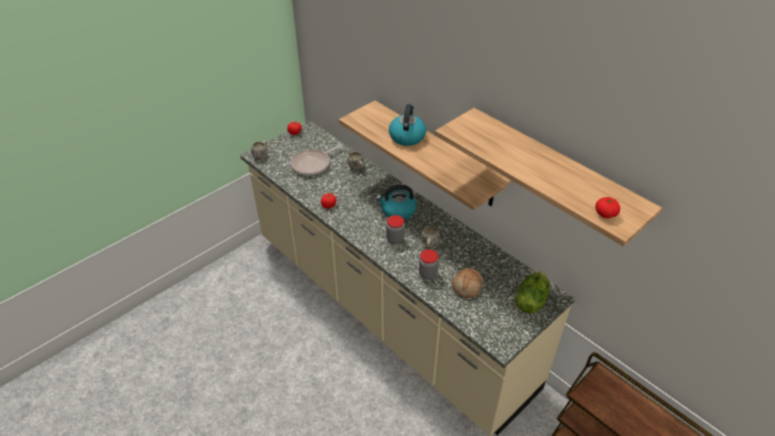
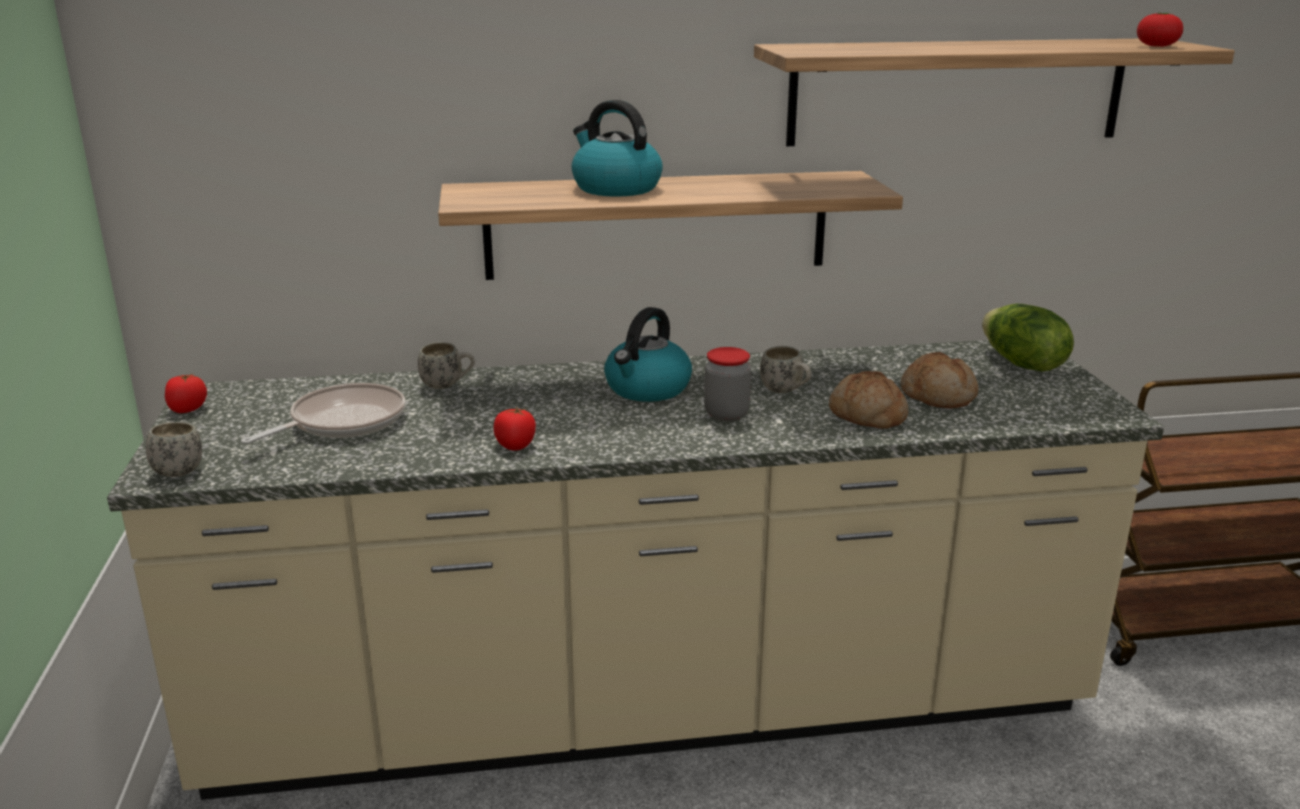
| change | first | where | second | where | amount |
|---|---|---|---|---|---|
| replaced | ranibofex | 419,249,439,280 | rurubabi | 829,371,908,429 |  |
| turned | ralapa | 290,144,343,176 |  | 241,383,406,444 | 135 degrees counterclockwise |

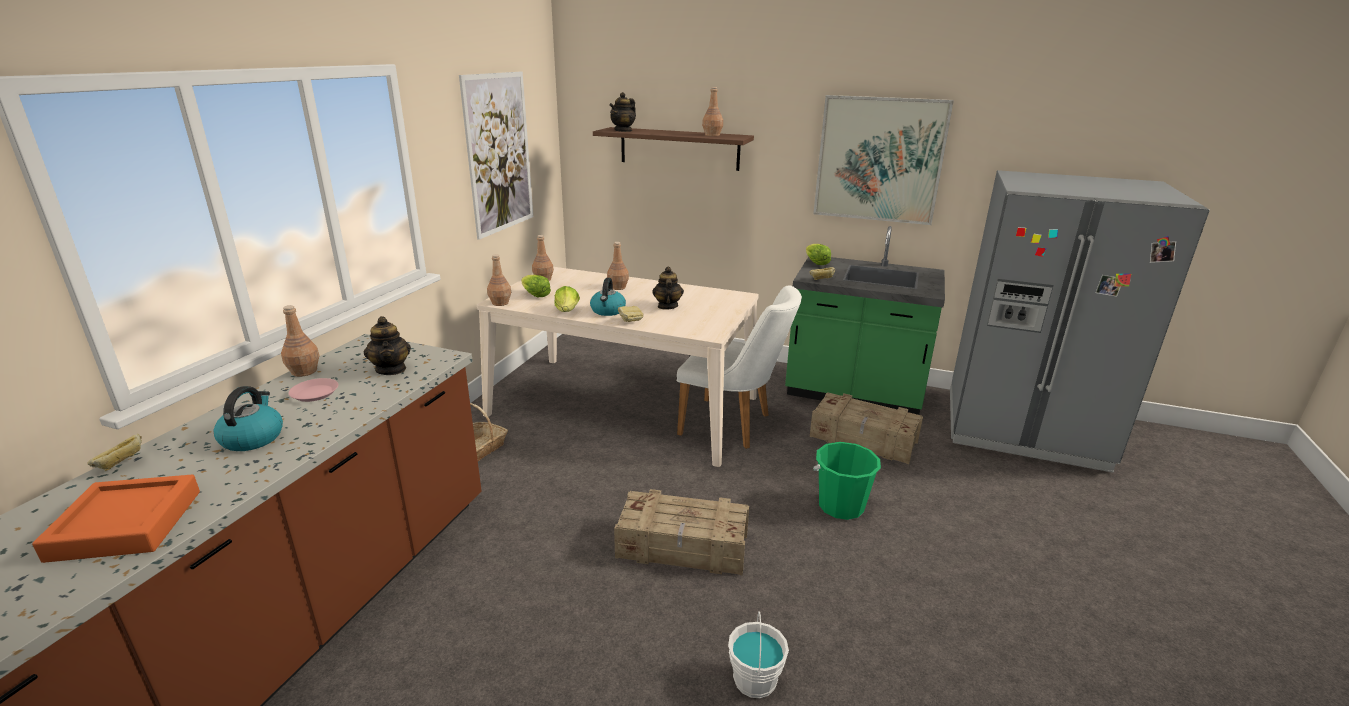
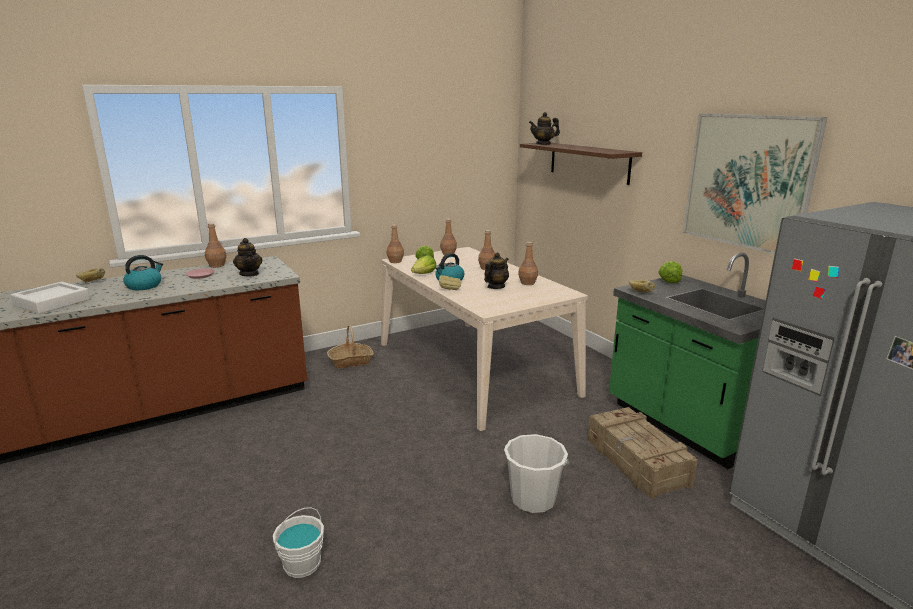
| change | first | where | second | where | amount |
|---|---|---|---|---|---|
| removed | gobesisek | 459,72,533,240 |  |  |  |
| removed | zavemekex | 614,489,749,576 |  |  |  |
| removed | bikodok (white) | 676,285,802,449 |  |  |  |
| moved | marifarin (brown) | 702,87,723,136 |  | 518,242,538,285 |  |
| recoloured | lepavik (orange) | 32,475,200,563 | lepavik (white) | 10,282,90,314 |  |
| recoloured | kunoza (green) | 813,442,881,520 | kunoza (white) | 504,434,569,513 |  |
| turned | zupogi | 364,316,411,375 |  | 233,238,262,276 | 45 degrees counterclockwise |

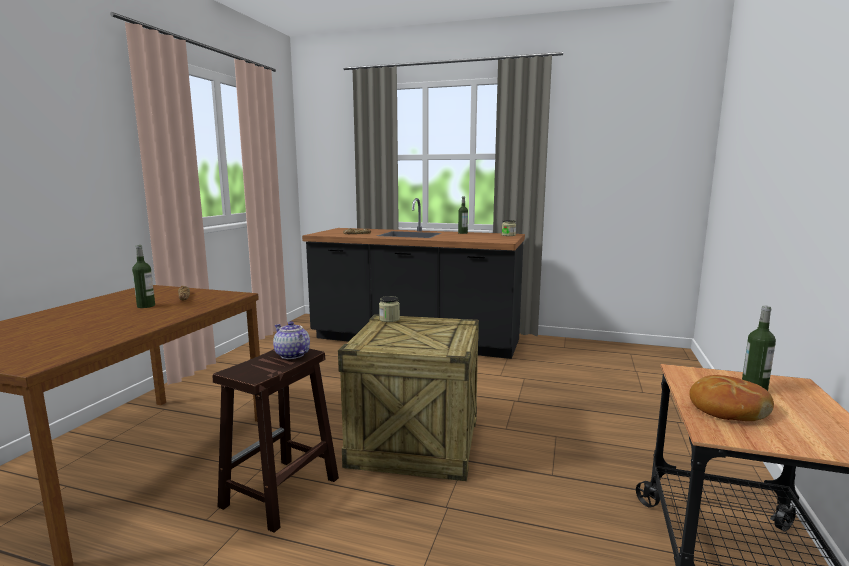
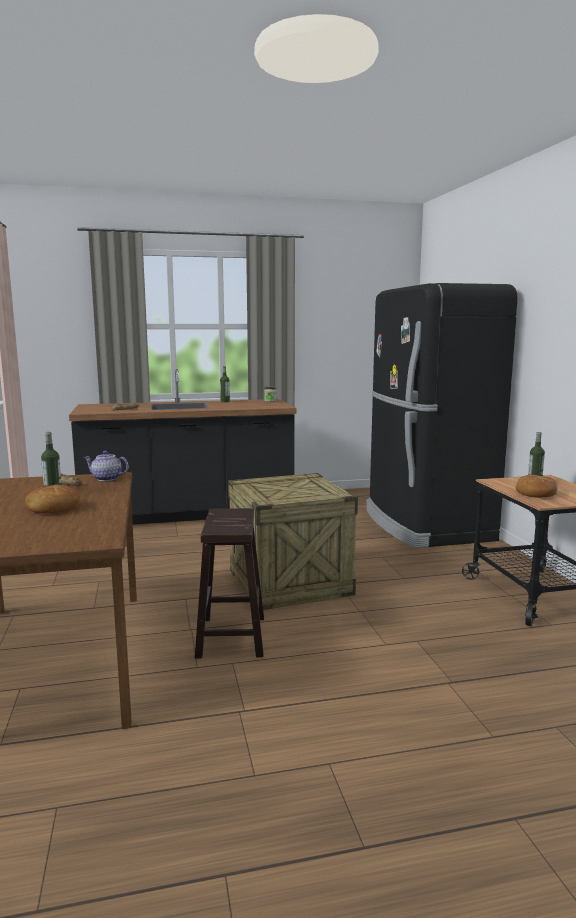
| change | first | where | second | where | amount |
|---|---|---|---|---|---|
| removed | ranibofex | 379,296,400,322 |  |  |  |
| added |  |  | rurubabi | 25,485,80,514 |  |
| added |  |  | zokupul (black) | 366,283,518,548 |  |
| moved | zupogi | 273,321,310,359 |  | 84,451,129,481 |  |

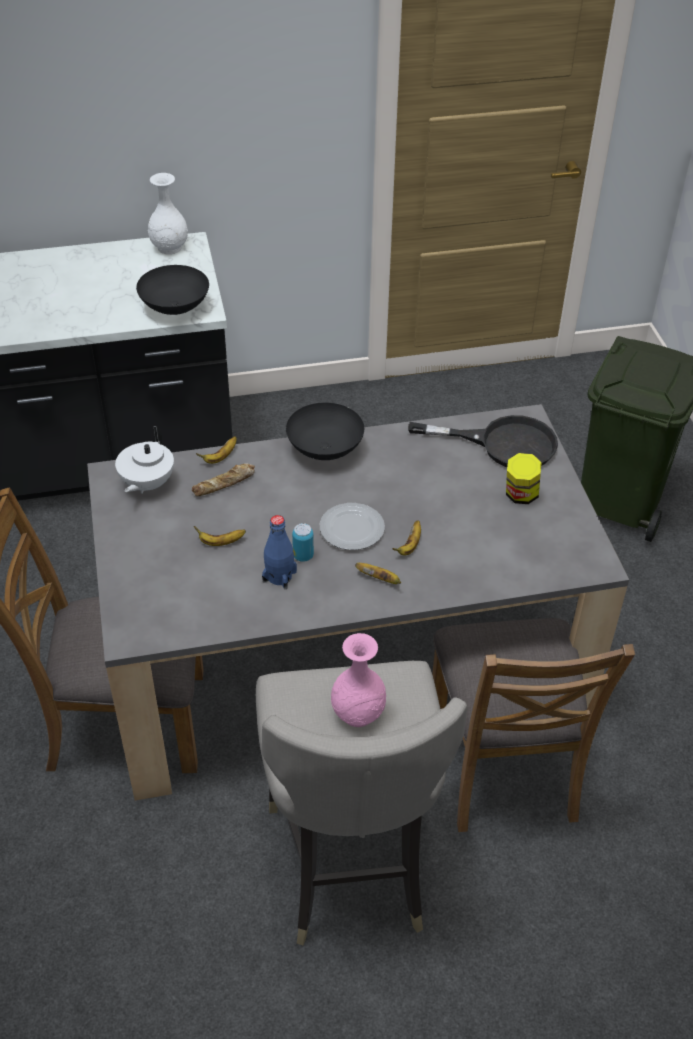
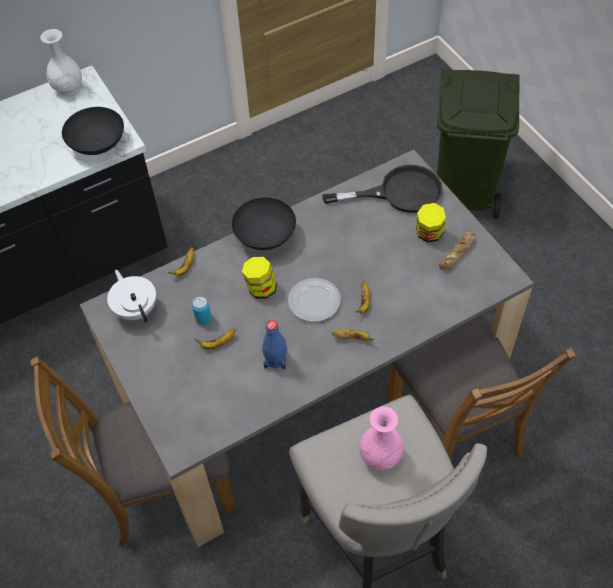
| change | first | where | second | where | amount |
|---|---|---|---|---|---|
| added |  |  | ranibofex | 242,257,277,299 |  |
| moved | rurubabi | 192,463,255,496 |  | 439,232,476,271 |  |
| moved | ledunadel | 292,523,314,562 |  | 192,297,212,325 |  |
| turned | zupogi (white) | 115,426,174,494 |  | 107,270,156,323 | 150 degrees clockwise |

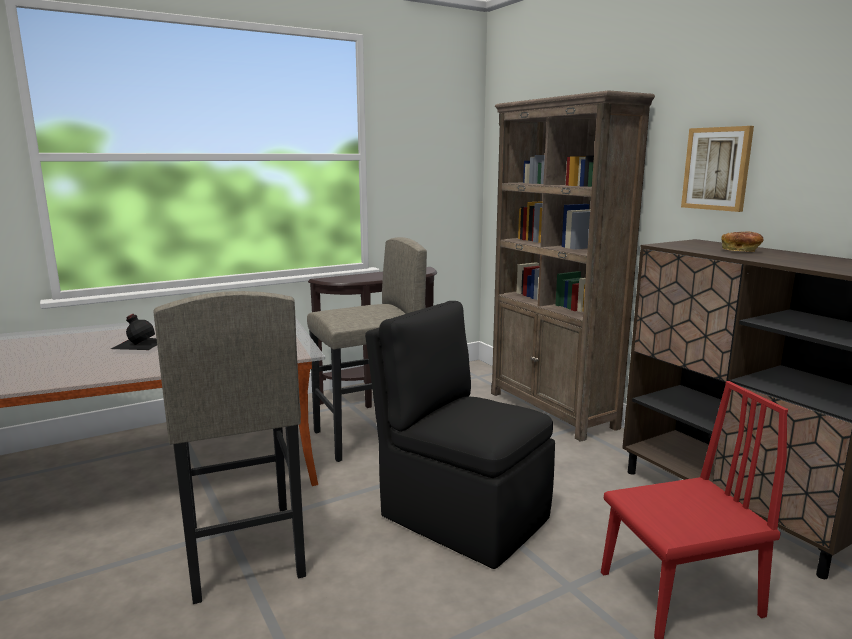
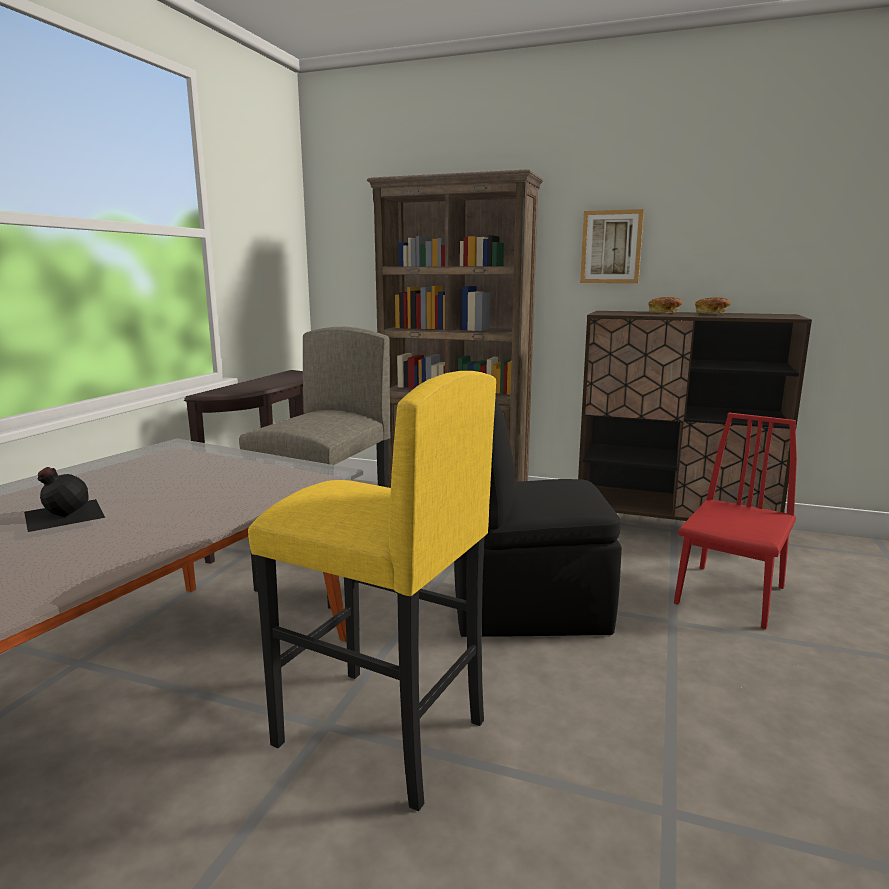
| change | first | where | second | where | amount |
|---|---|---|---|---|---|
| added |  |  | rurubabi | 695,297,730,314 |  |
| recoloured | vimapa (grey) | 154,291,306,604 | vimapa (yellow) | 248,371,496,811 |  |

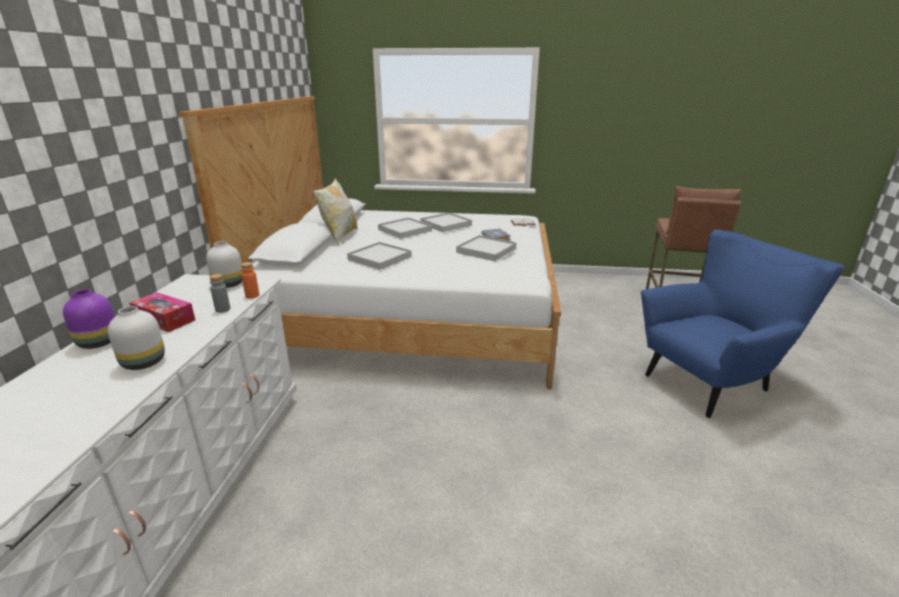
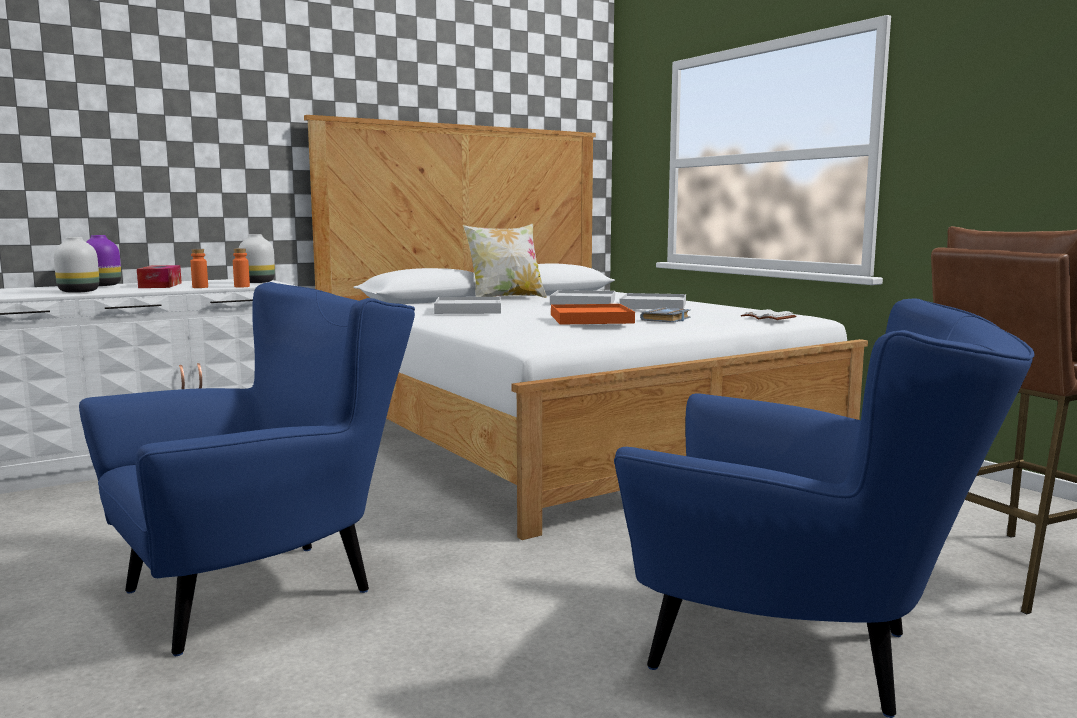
| change | first | where | second | where | amount |
|---|---|---|---|---|---|
| added |  |  | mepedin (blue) | 79,282,415,656 |  |
| recoloured | marifarin (grey) | 209,274,230,313 | marifarin (orange) | 191,249,208,288 |  |
| recoloured | lepavik (white) | 456,235,517,261 | lepavik (orange) | 551,304,635,325 |  |

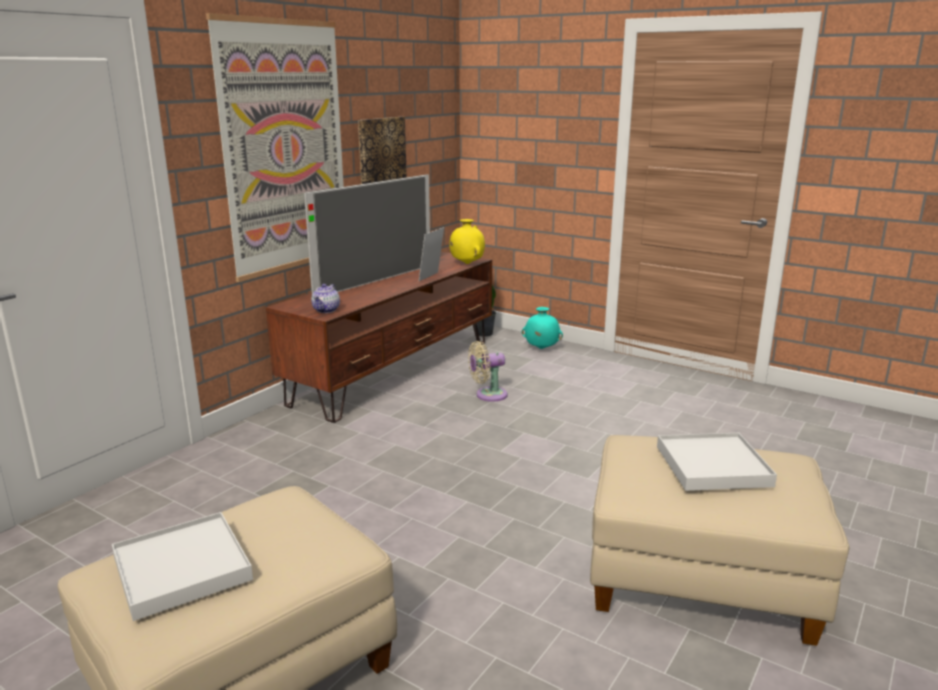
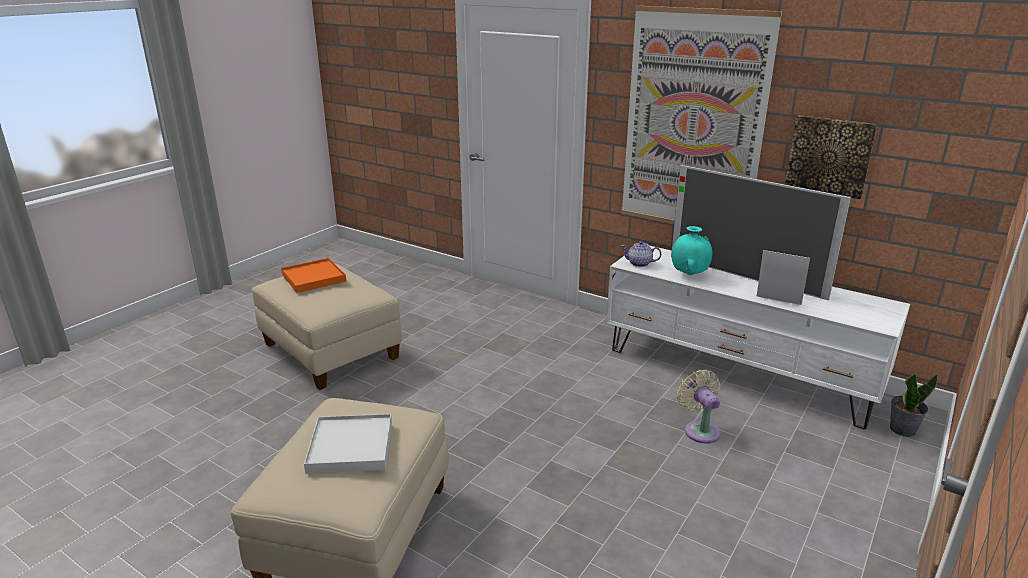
| change | first | where | second | where | amount |
|---|---|---|---|---|---|
| removed | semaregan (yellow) | 449,219,485,264 |  |  |  |
| moved | semaregan (turquoise) | 522,307,563,349 |  | 671,226,712,275 |  |
| recoloured | lepavik (white) | 112,512,253,621 | lepavik (orange) | 281,258,346,293 |  |
| recoloured | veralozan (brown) | 266,252,492,423 | veralozan (white) | 606,246,910,430 |  |

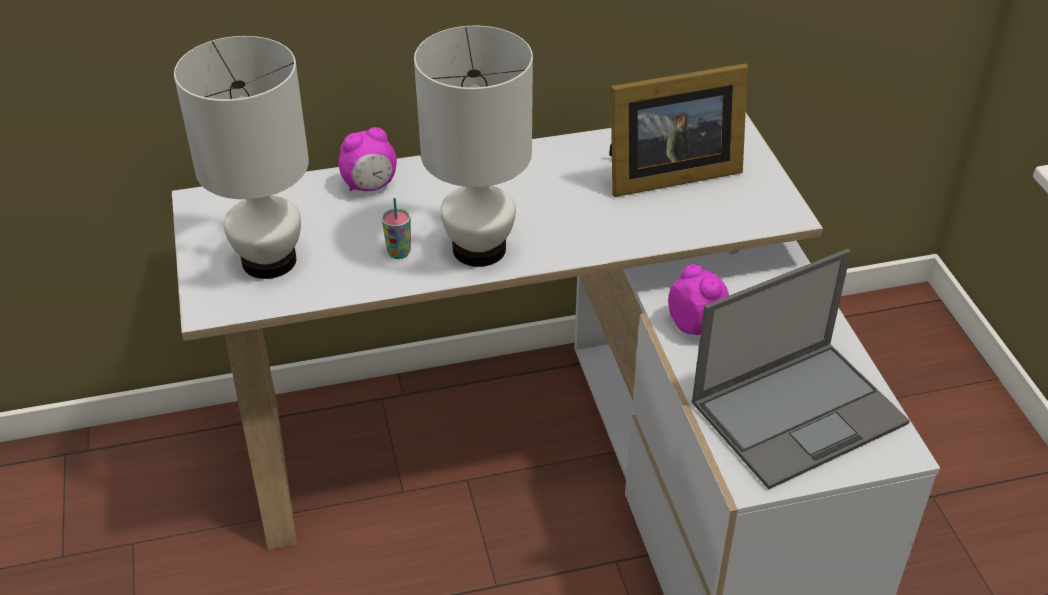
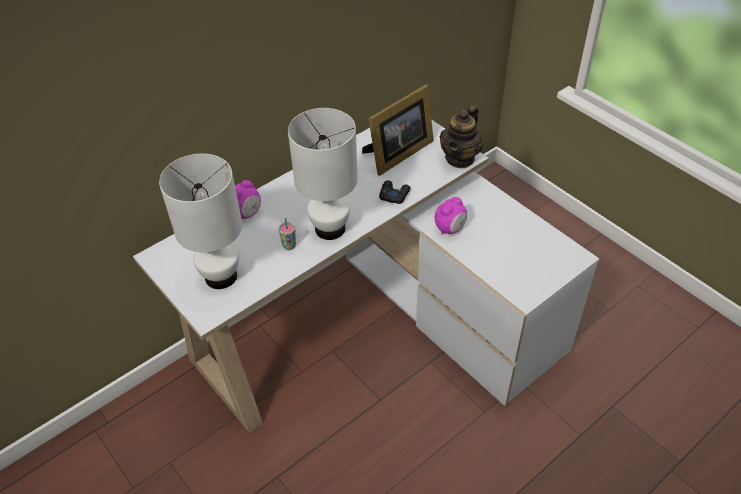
| change | first | where | second | where | amount |
|---|---|---|---|---|---|
| removed | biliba | 692,249,910,490 |  |  |  |
| added |  |  | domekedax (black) | 379,181,410,204 |  |
| added |  |  | zupogi | 440,105,483,168 |  |
| turned | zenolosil | 668,264,729,335 |  | 434,197,467,235 | 105 degrees clockwise |

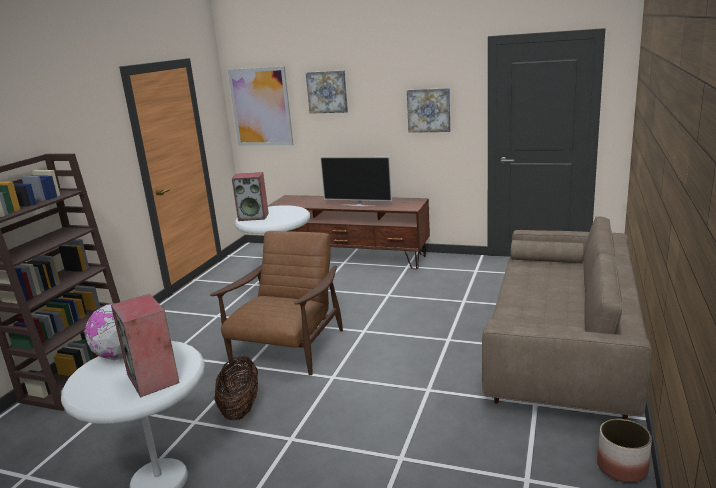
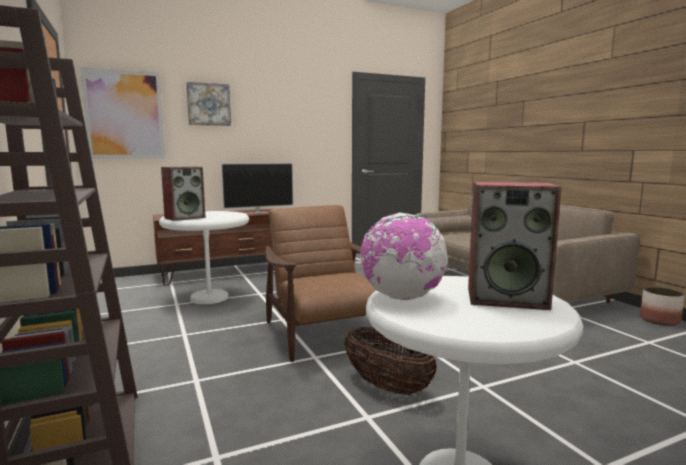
| change | first | where | second | where | amount |
|---|---|---|---|---|---|
| removed | gobesisek | 407,88,450,133 |  |  |  |

